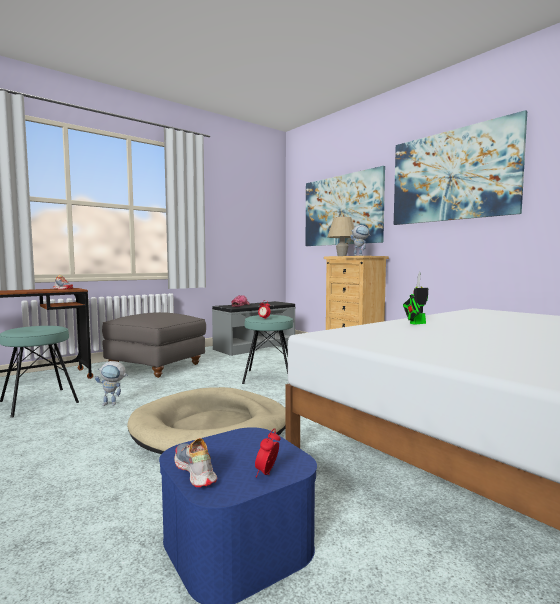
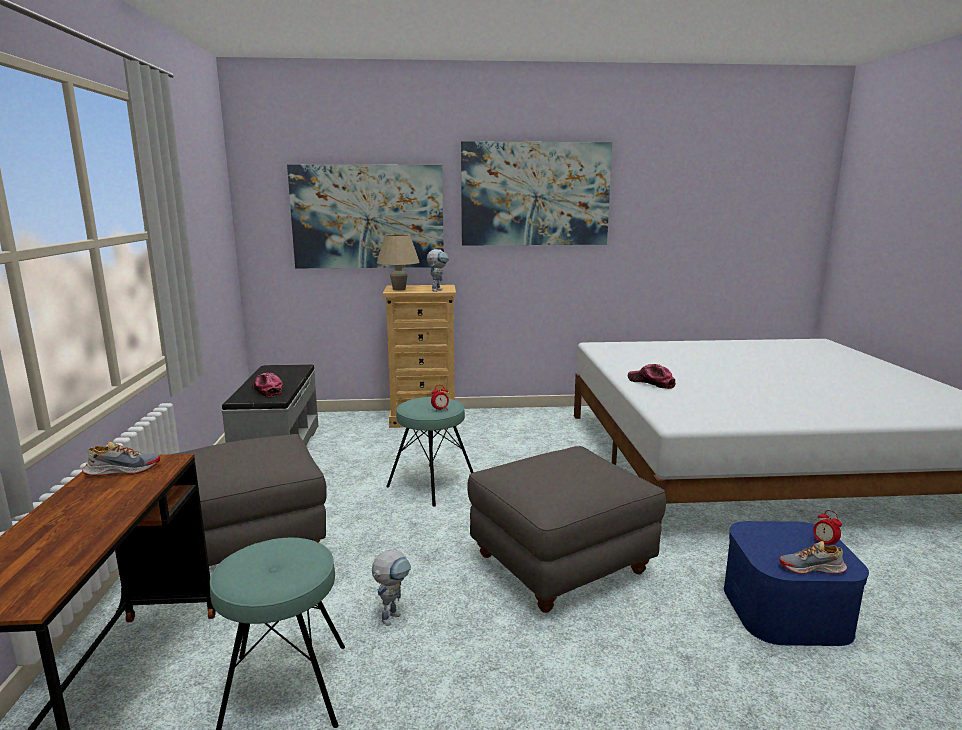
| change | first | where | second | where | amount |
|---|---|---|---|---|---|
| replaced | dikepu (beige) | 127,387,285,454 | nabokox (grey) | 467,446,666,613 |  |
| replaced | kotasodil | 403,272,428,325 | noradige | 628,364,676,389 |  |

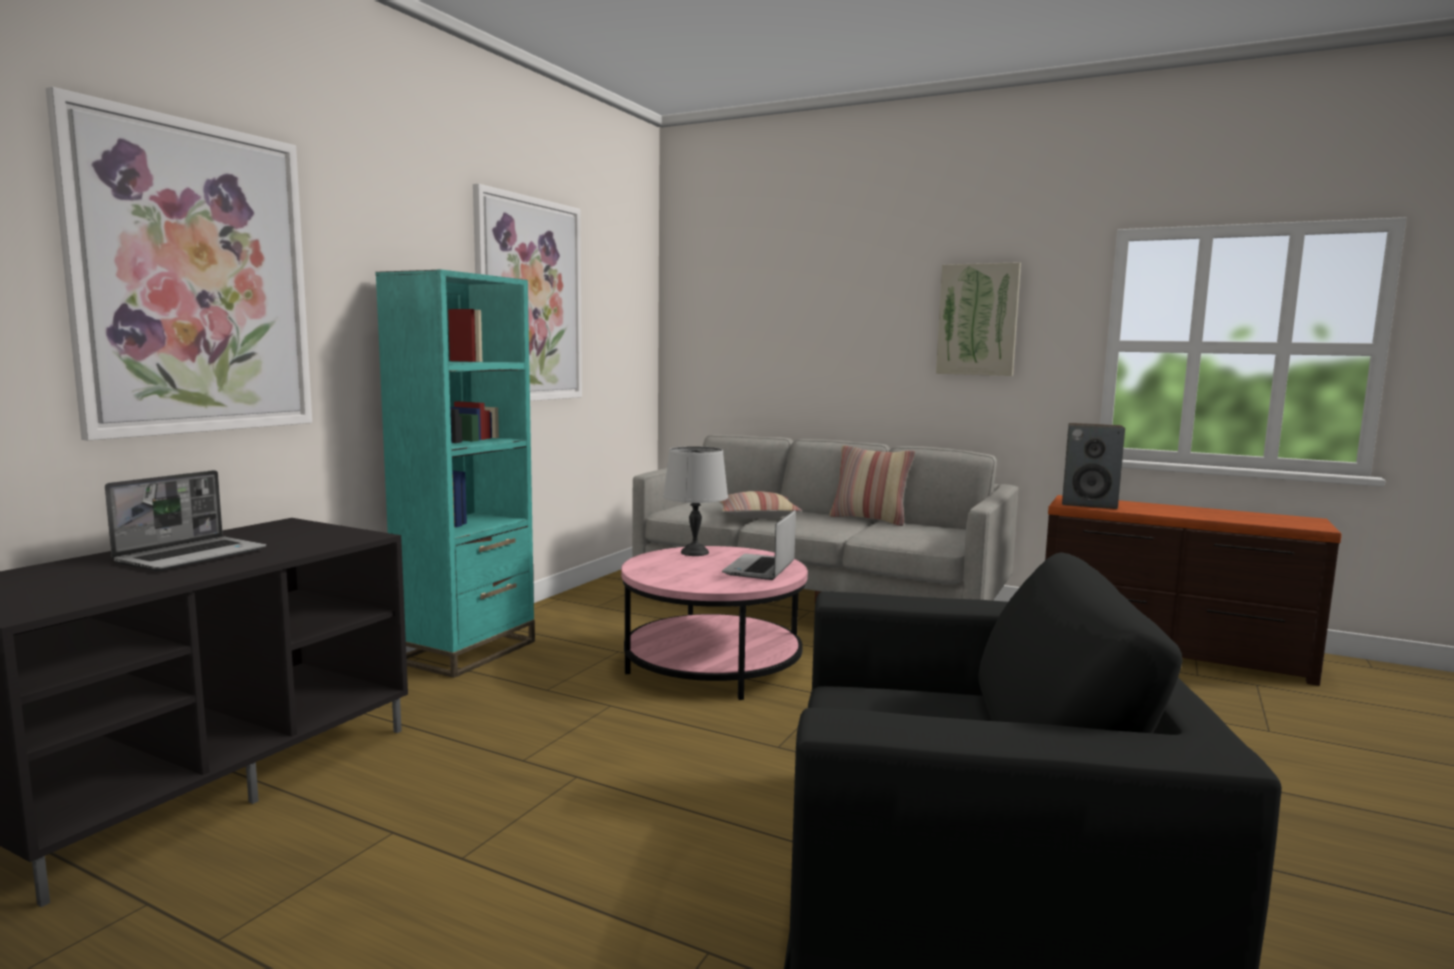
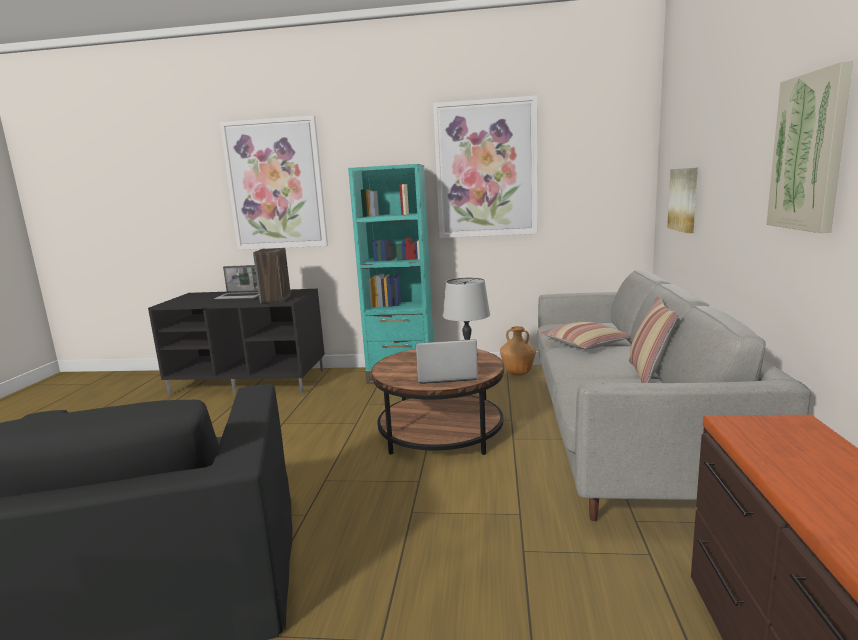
| change | first | where | second | where | amount |
|---|---|---|---|---|---|
| added |  |  | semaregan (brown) | 500,326,536,376 |  |
| added |  |  | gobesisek | 667,168,698,233 |  |
| moved | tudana | 1062,423,1125,509 |  | 253,248,291,303 |  |
| recoloured | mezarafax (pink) | 621,546,808,700 | mezarafax (brown) | 371,349,504,455 |  |

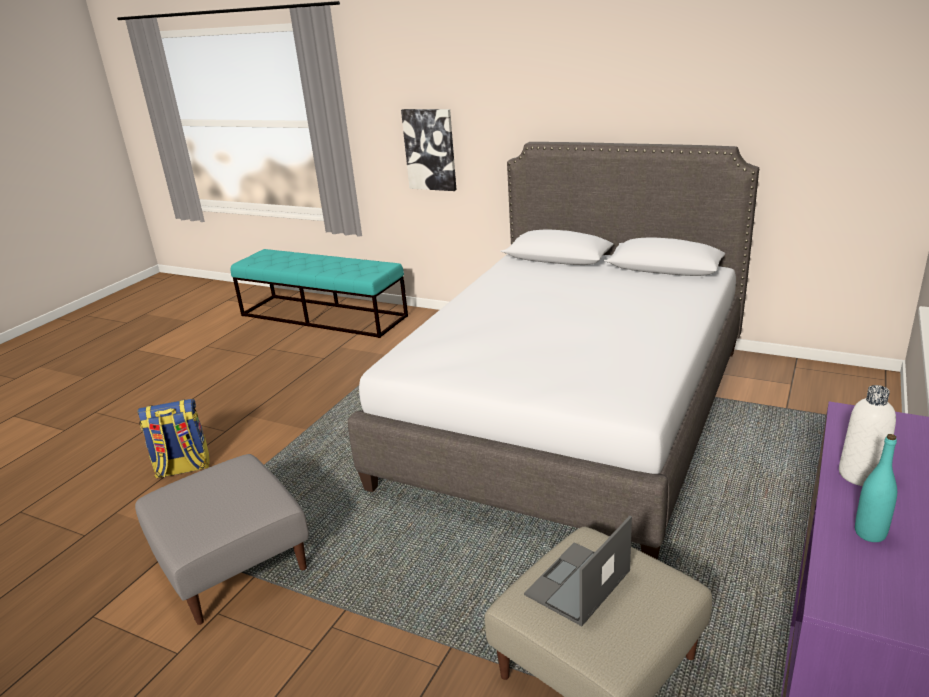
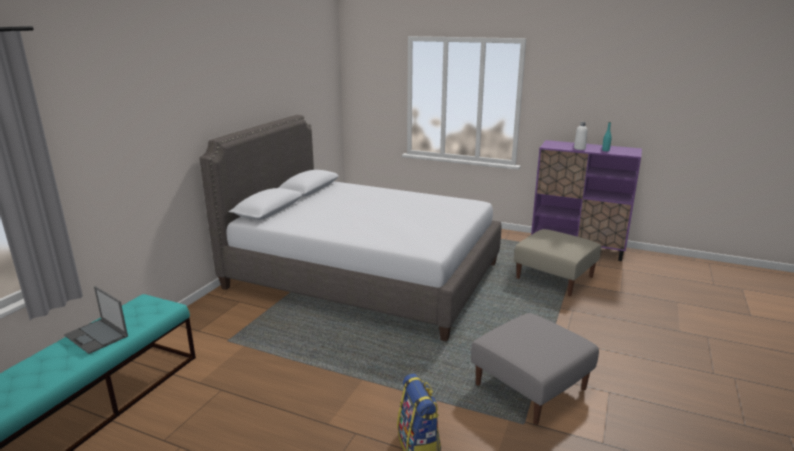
| change | first | where | second | where | amount |
|---|---|---|---|---|---|
| removed | gobesisek | 401,109,456,191 |  |  |  |
| moved | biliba | 524,516,632,626 |  | 64,286,128,354 |  |

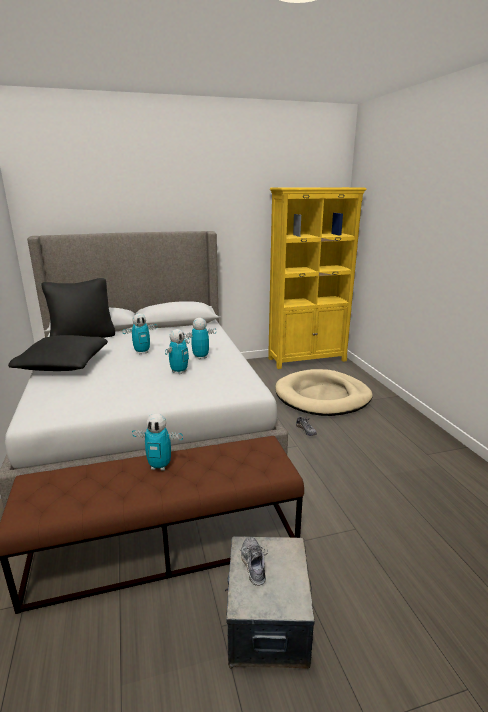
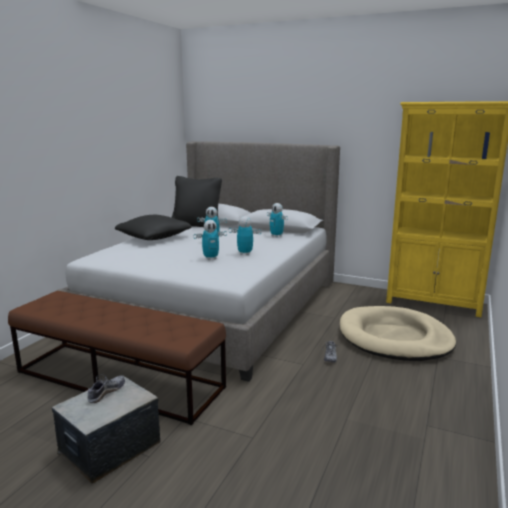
| change | first | where | second | where | amount |
|---|---|---|---|---|---|
| moved | kotasodil | 132,413,183,471 |  | 267,203,288,237 |  |

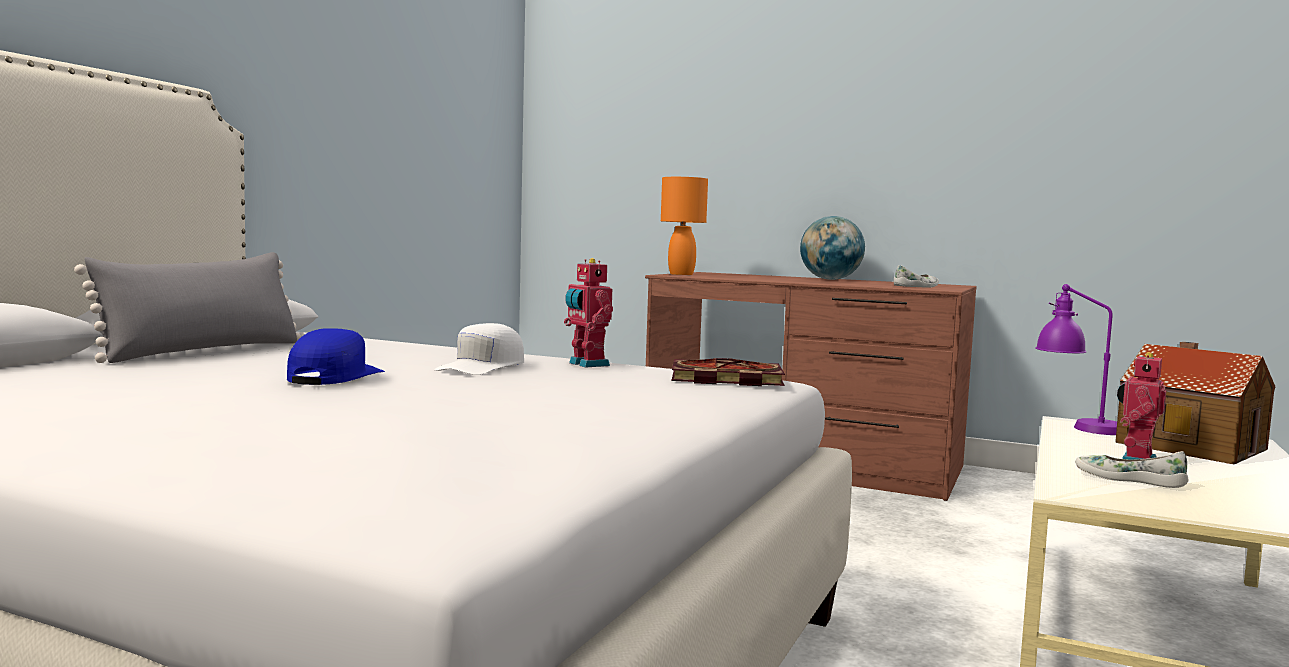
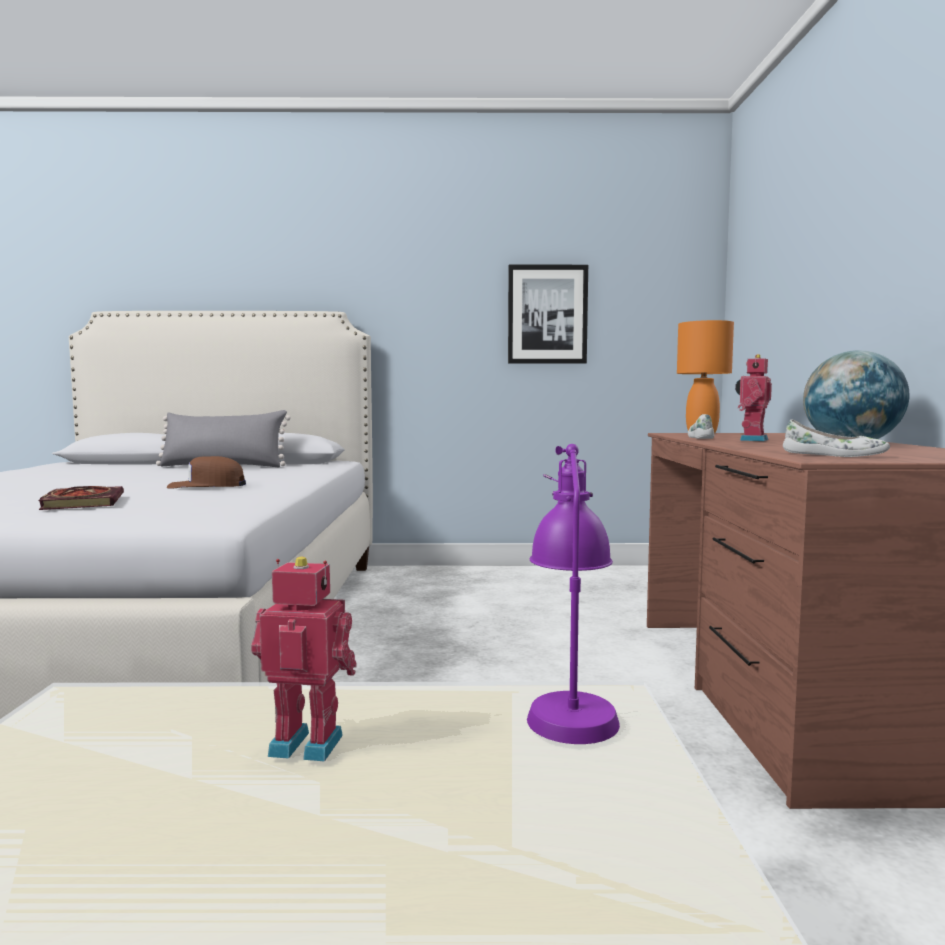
| change | first | where | second | where | amount |
|---|---|---|---|---|---|
| removed | noradige (blue) | 287,328,385,385 |  |  |  |
| removed | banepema | 1115,342,1276,464 |  |  |  |
| added |  |  | gobesisek | 508,265,588,363 |  |
| moved | kotasodil | 564,258,613,368 |  | 735,354,772,441 |  |
| moved | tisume | 672,358,785,386 |  | 38,486,124,510 |  |
| moved | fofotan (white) | 1075,451,1188,488 |  | 688,414,714,439 |  |
| recoloured | noradige (white) | 434,323,524,375 | noradige (brown) | 167,456,246,489 |  |

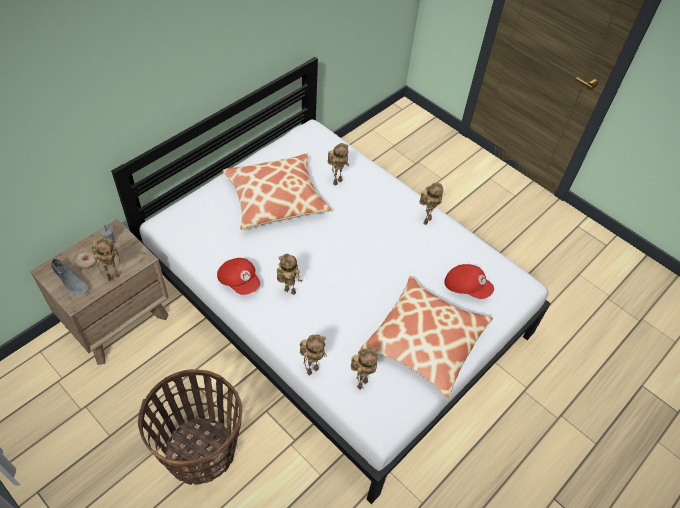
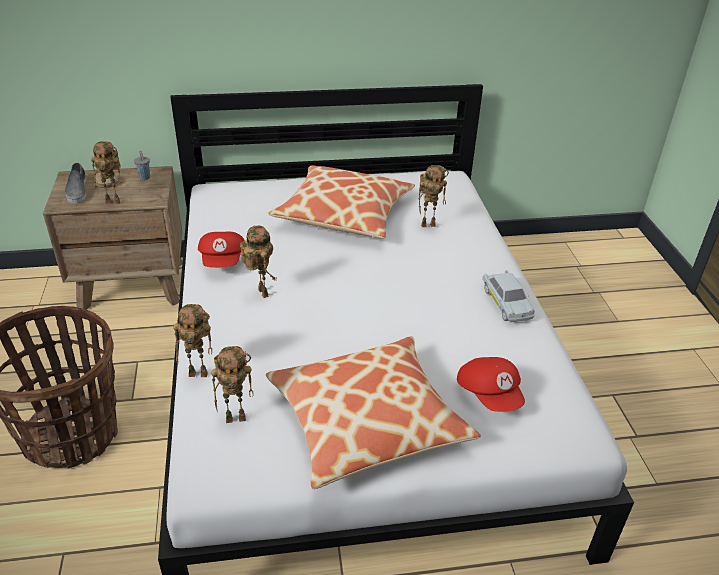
| change | first | where | second | where | amount |
|---|---|---|---|---|---|
| replaced | kotasodil | 419,183,443,225 | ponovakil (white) | 482,270,534,322 |  |

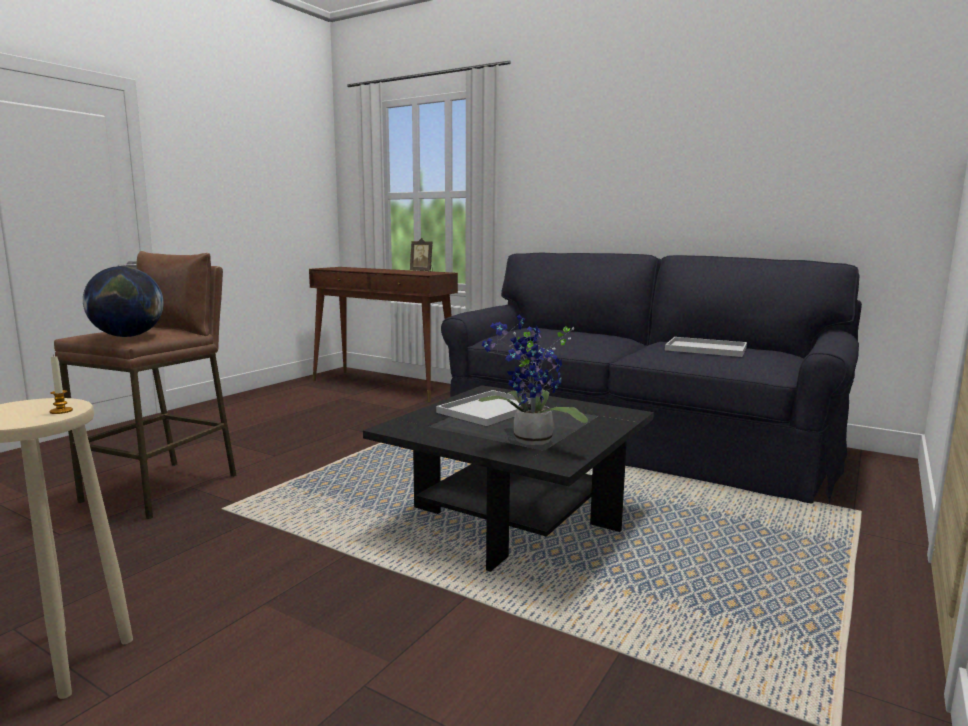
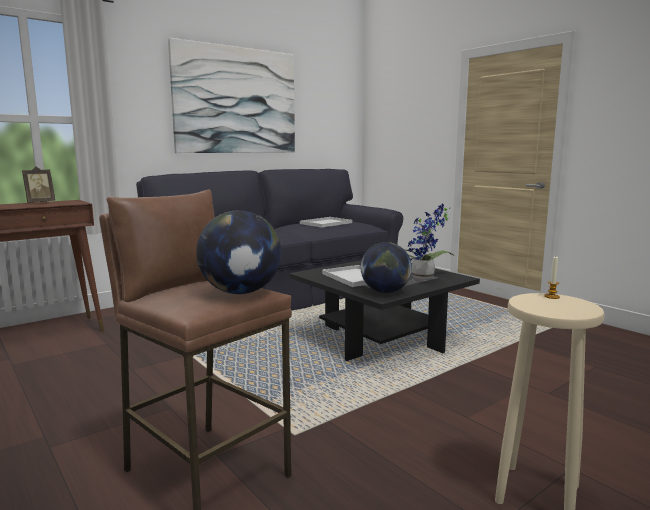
| change | first | where | second | where | amount |
|---|---|---|---|---|---|
| added |  |  | gobesisek | 168,38,295,153 |  |
| added |  |  | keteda | 361,242,412,293 |  |

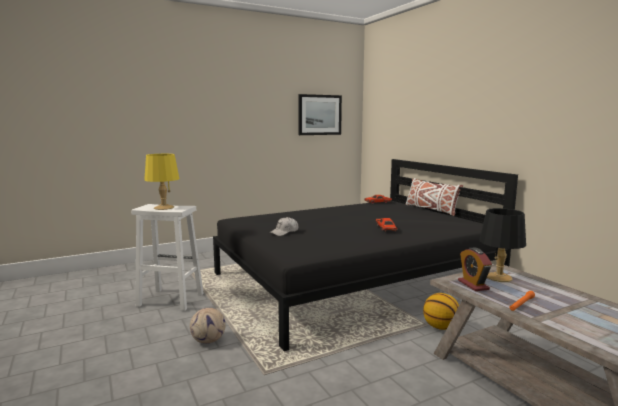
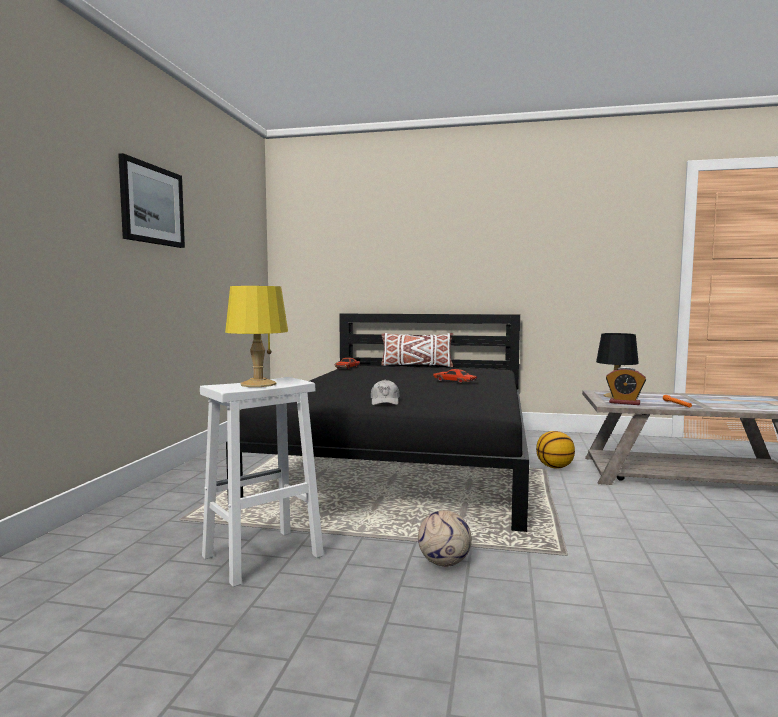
| change | first | where | second | where | amount |
|---|---|---|---|---|---|
| moved | gobesisek | 298,94,342,135 |  | 118,153,185,248 |  |

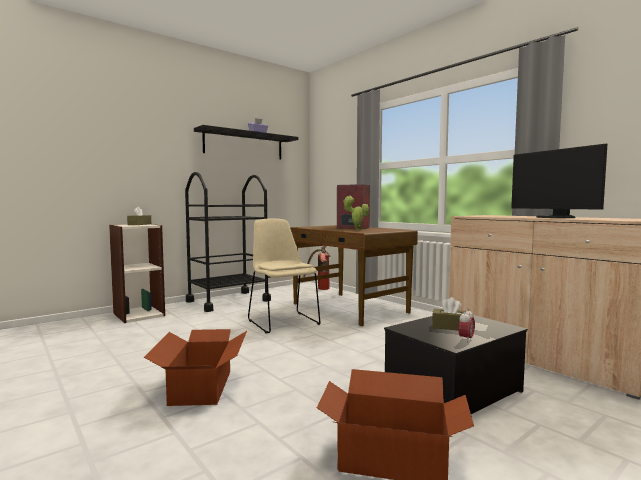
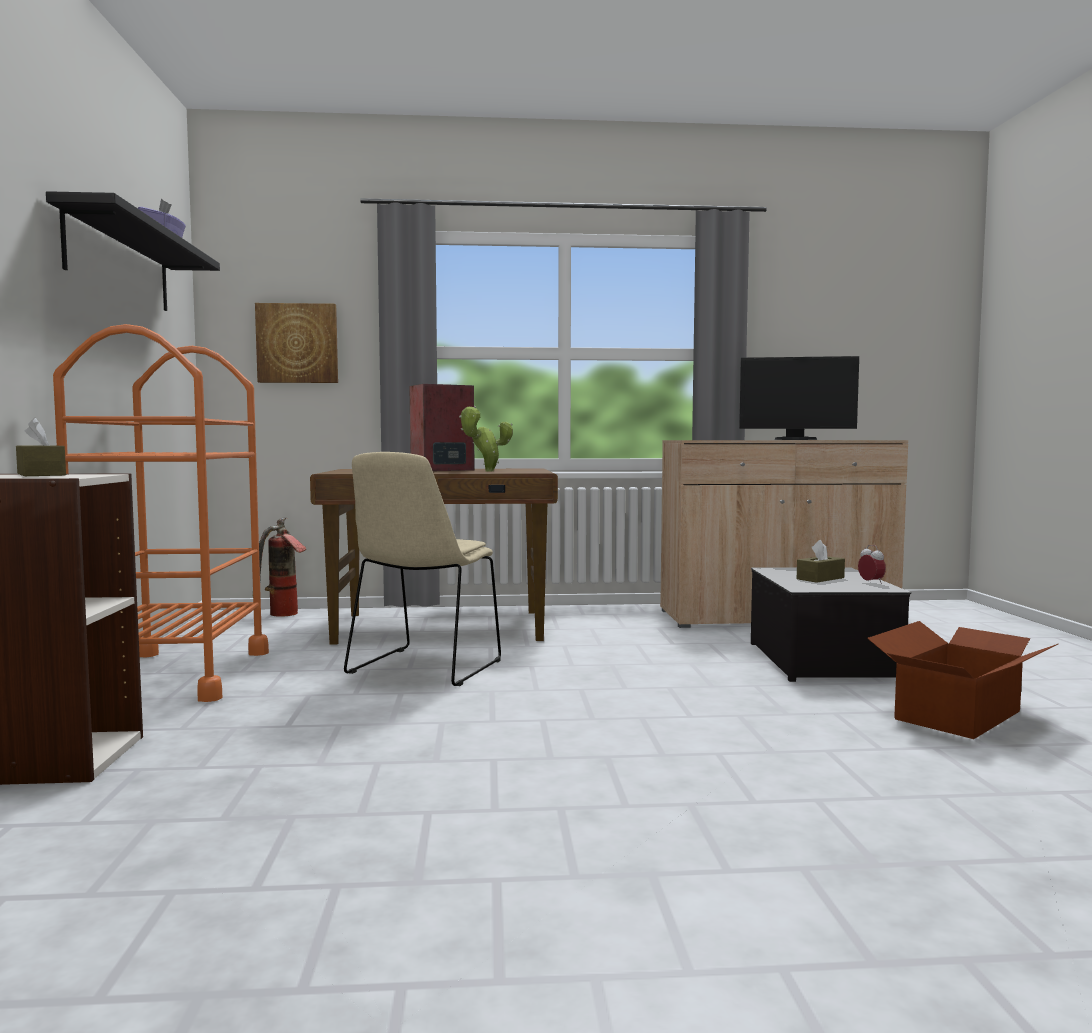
| change | first | where | second | where | amount |
|---|---|---|---|---|---|
| removed | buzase | 144,329,247,406 |  |  |  |
| added |  |  | gobesisek | 255,303,338,383 |  |
| recoloured | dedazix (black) | 185,172,271,312 | dedazix (orange) | 53,324,269,702 |  |
| turned | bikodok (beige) | 248,218,320,334 |  | 344,452,501,686 | 75 degrees counterclockwise |

